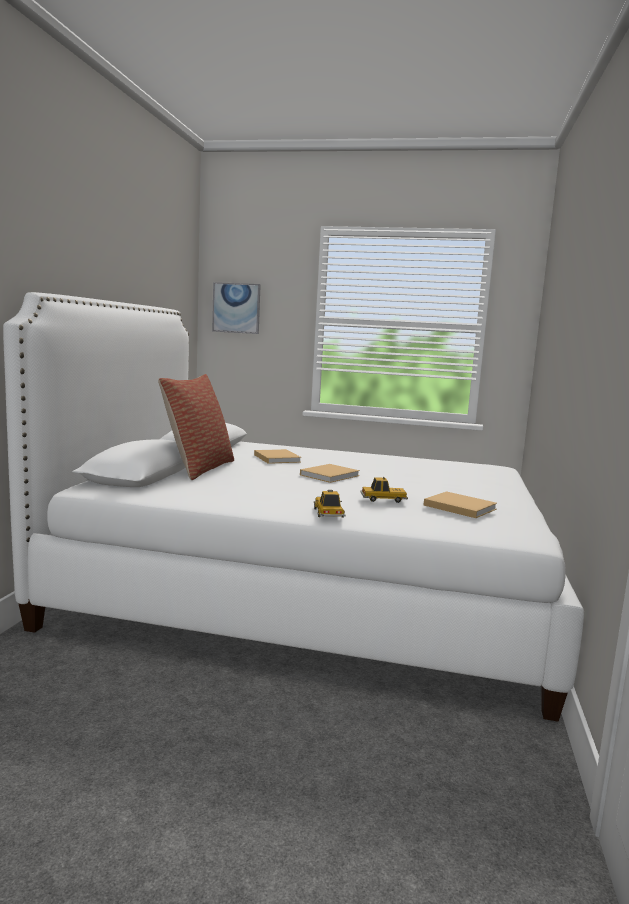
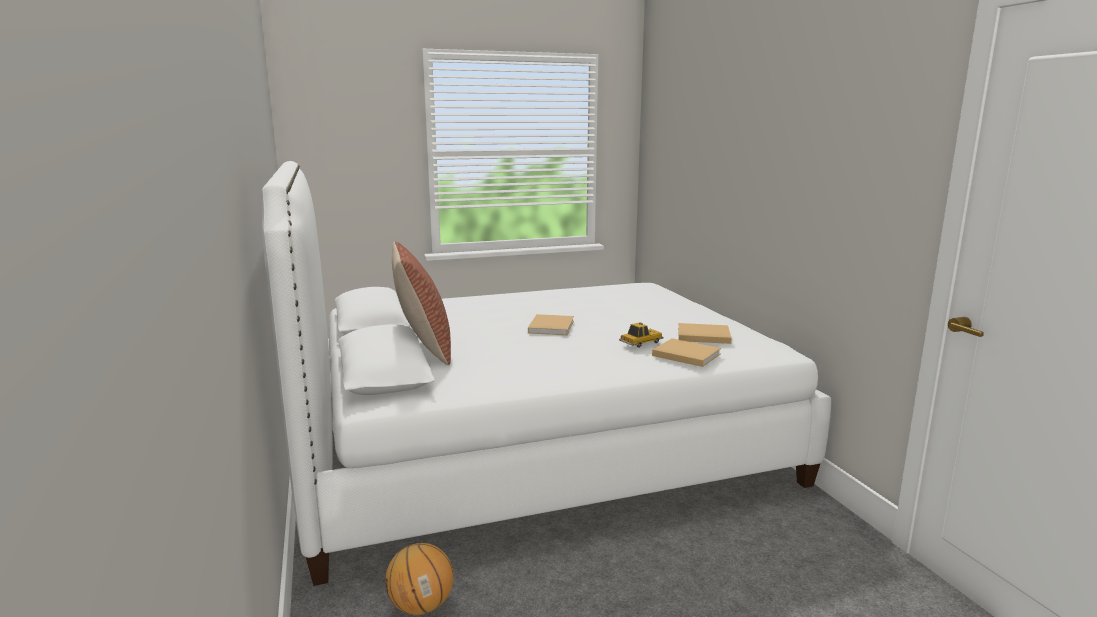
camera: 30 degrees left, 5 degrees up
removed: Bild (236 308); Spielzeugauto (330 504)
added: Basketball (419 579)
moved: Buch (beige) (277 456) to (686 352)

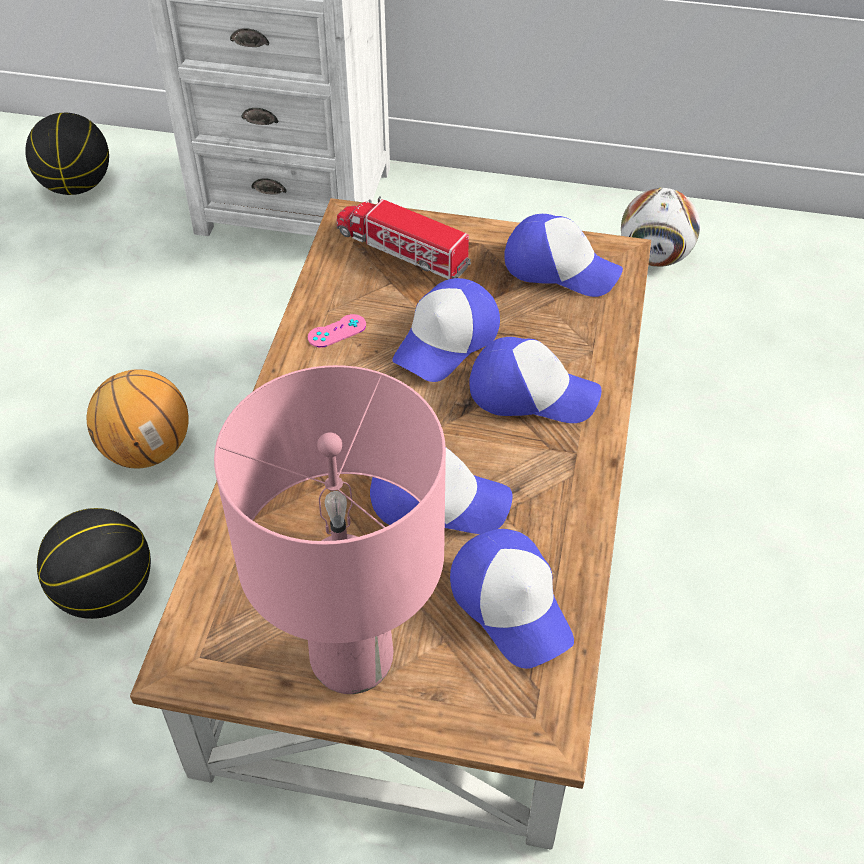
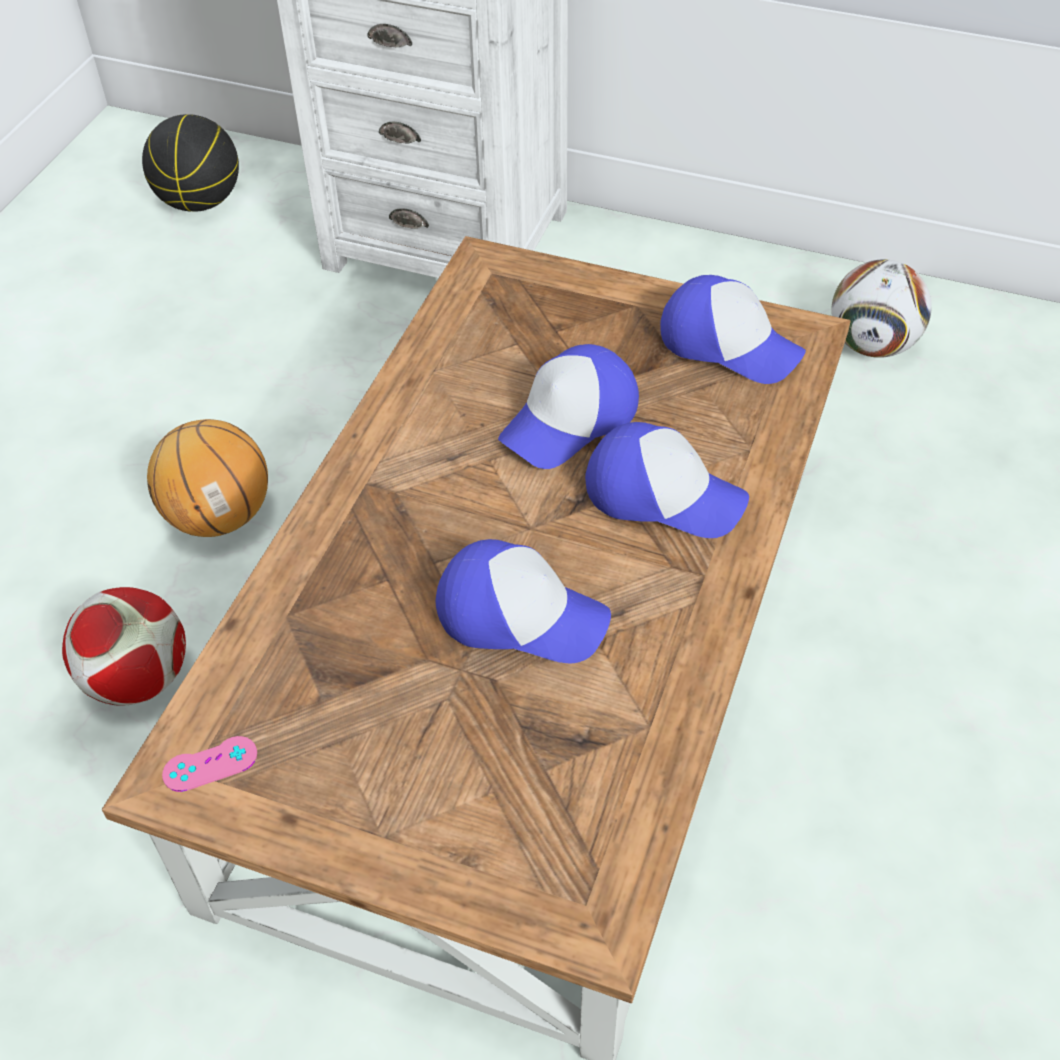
camera: 10 degrees right, 0 degrees up
removed: Tischlampe (rosa) (330 529); Spielzeuglaster (403 238); Kappe (512 599)
moved: Gamepad (rosa) (337 331) to (209 764)
replaced: Basketball (94 563) to Fußball (124 646)

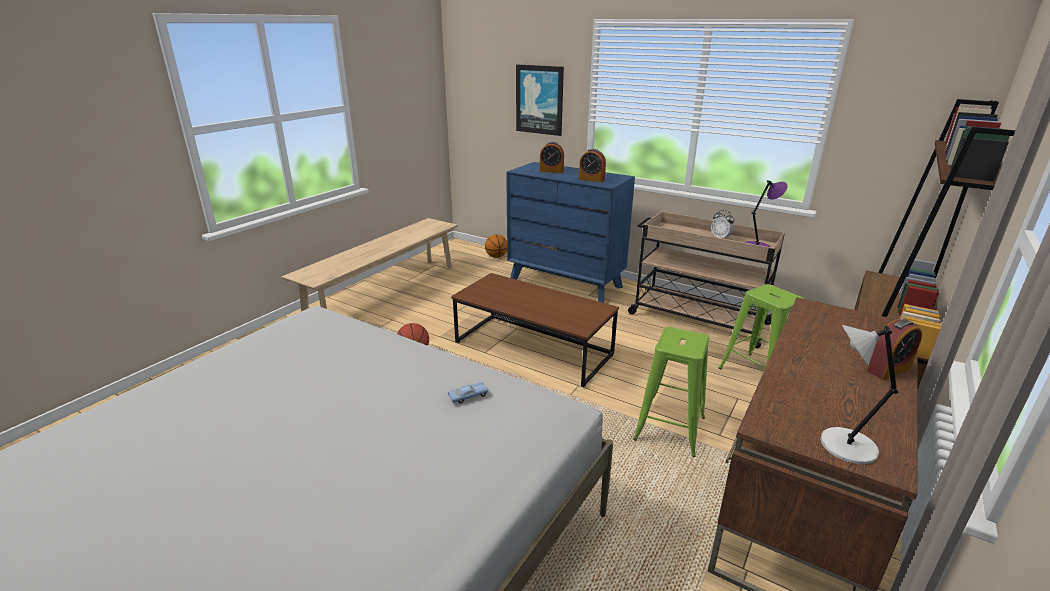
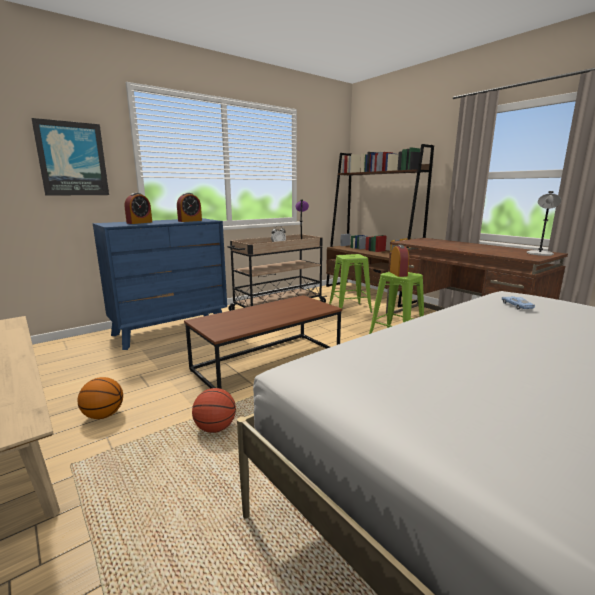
camera: 70 degrees left, 10 degrees down
moved: Basketball (496 246) to (100 398); Wecker (894 349) to (399 261)

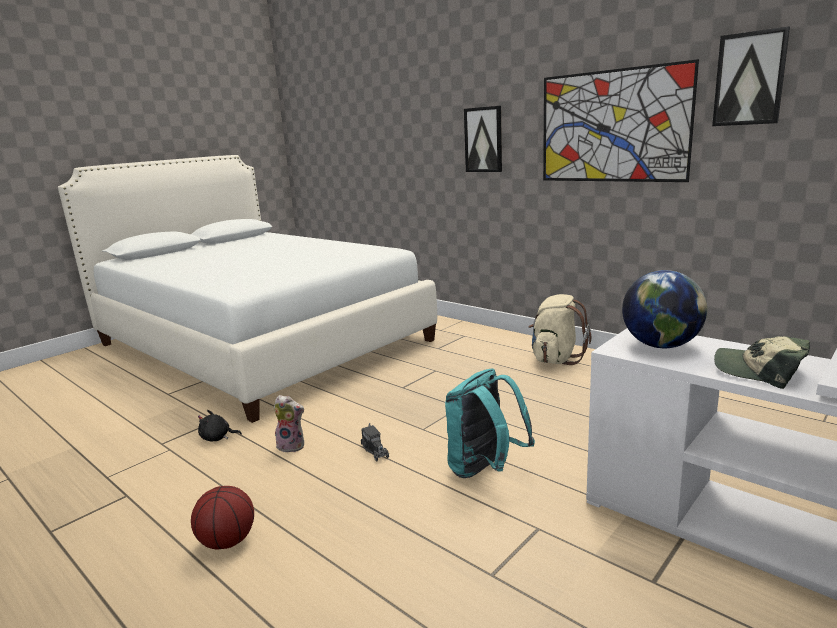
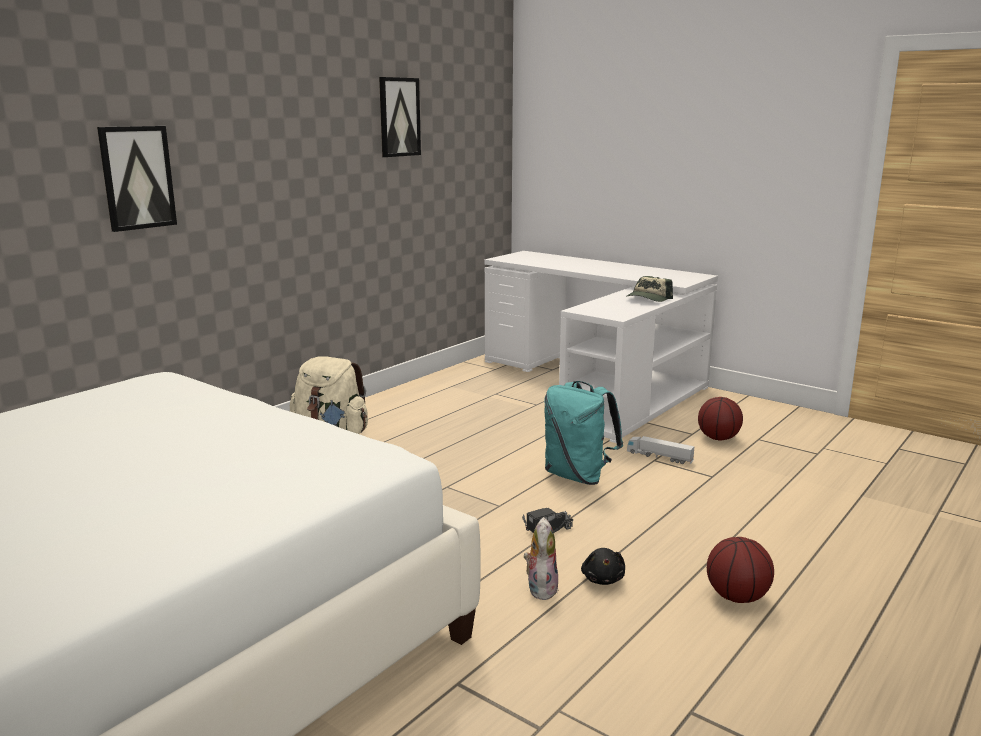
camera: 95 degrees left, 0 degrees up
removed: Bild (621 120); Globus (664 309)
added: Spielzeuglaster (661 450); Basketball (720 419)
moved: Plüschtier (schwarz) (220 426) to (603 566)

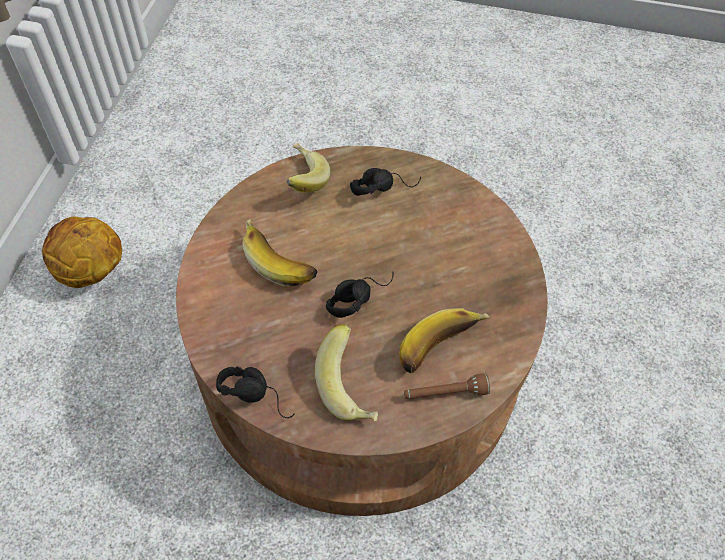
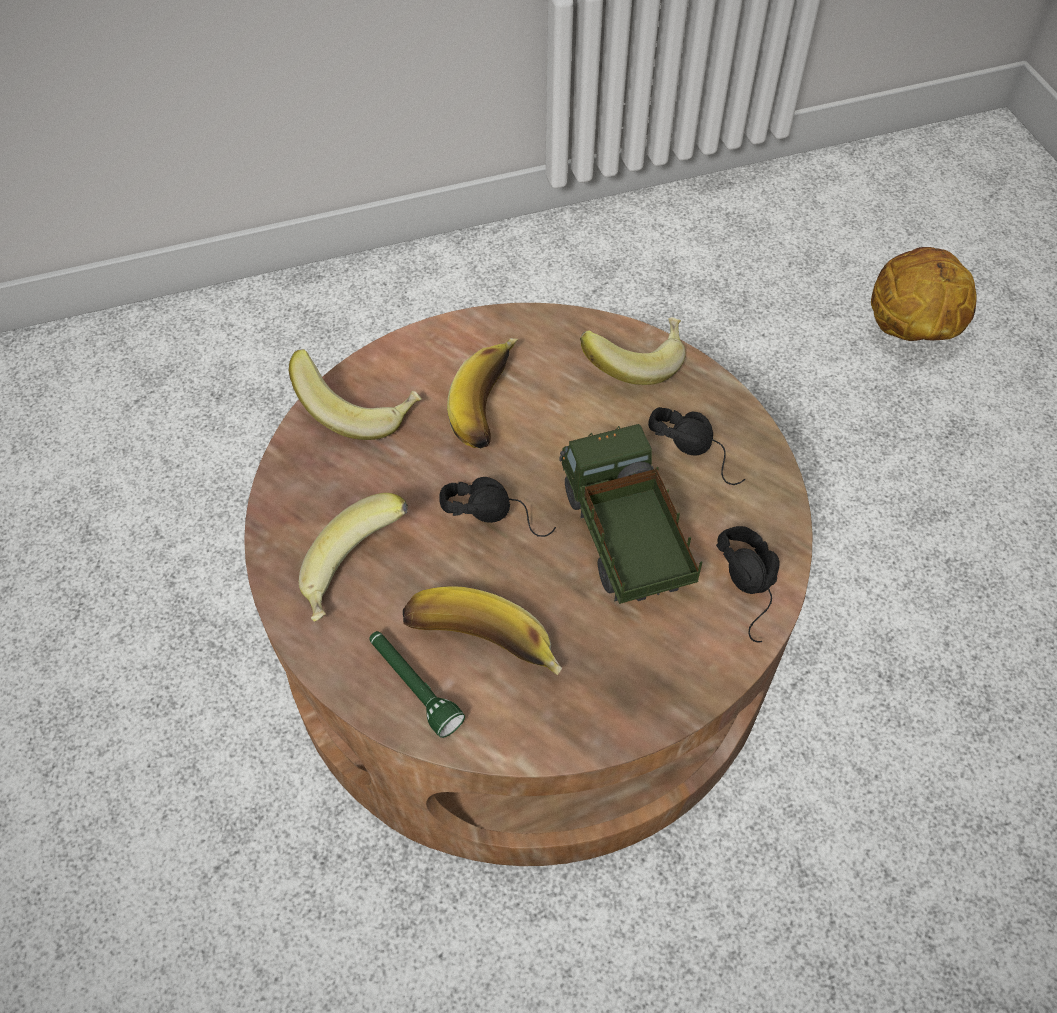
camera: 60 degrees right, 0 degrees up
added: Banane (355 394); Spielzeuglaster (631 514)
moved: Kopfhörer (schwarz) (255 392) to (748 584); Basketball (82 252) to (923 294)
recoloured: Taschenlampe (braun) (447 386) to Taschenlampe (grün) (417 684)

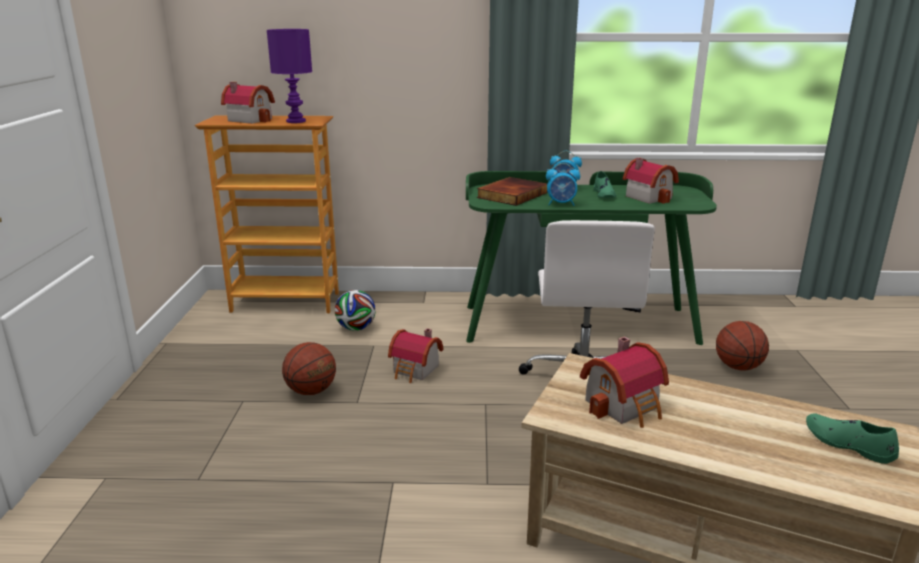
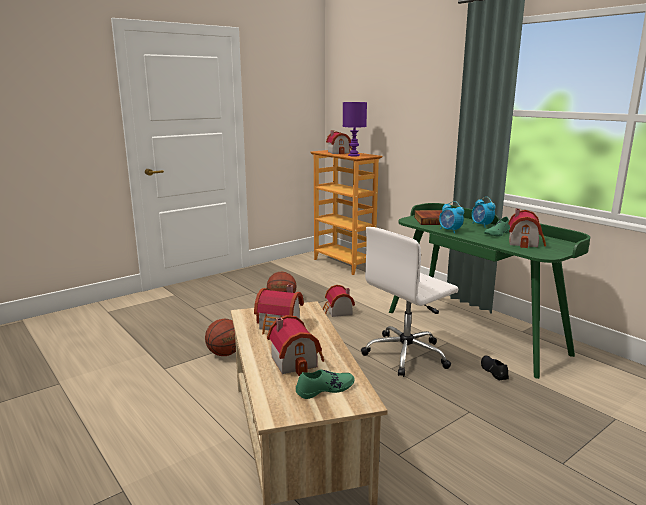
camera: 50 degrees right, 5 degrees down
removed: Fußball (355 310)
added: Spielzeughaus (295 345); Schuh (schwarz) (495 368)
moved: Basketball (742 346) to (220 337)
turned: Schuh (grün) (852 438) = (325 384) 60 degrees clockwise

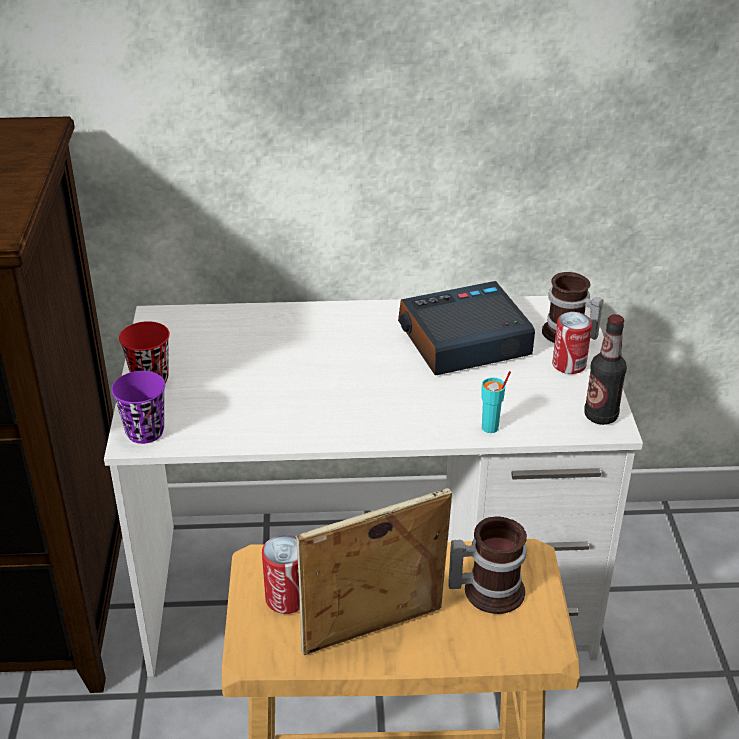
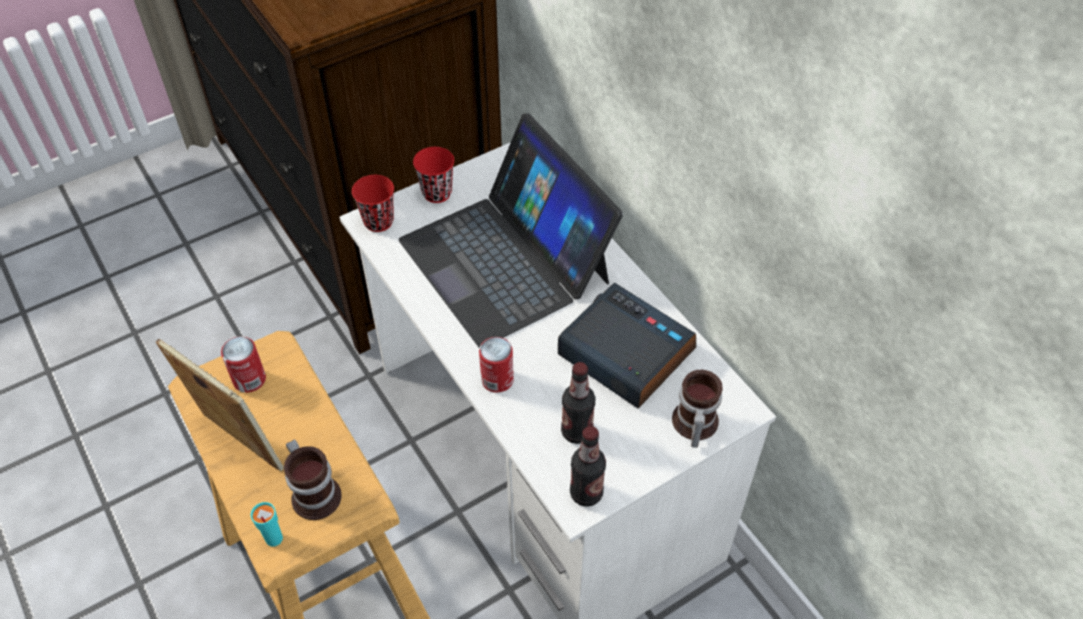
camera: 60 degrees right, 15 degrees up
added: Laptop (511 230); Flasche (578 403)
moved: Tasse (türkis) (496 402) to (267 524); Dose (572 343) to (496 365)
recoloured: Tasse (lila) (138 407) to Tasse (rot) (373 203)

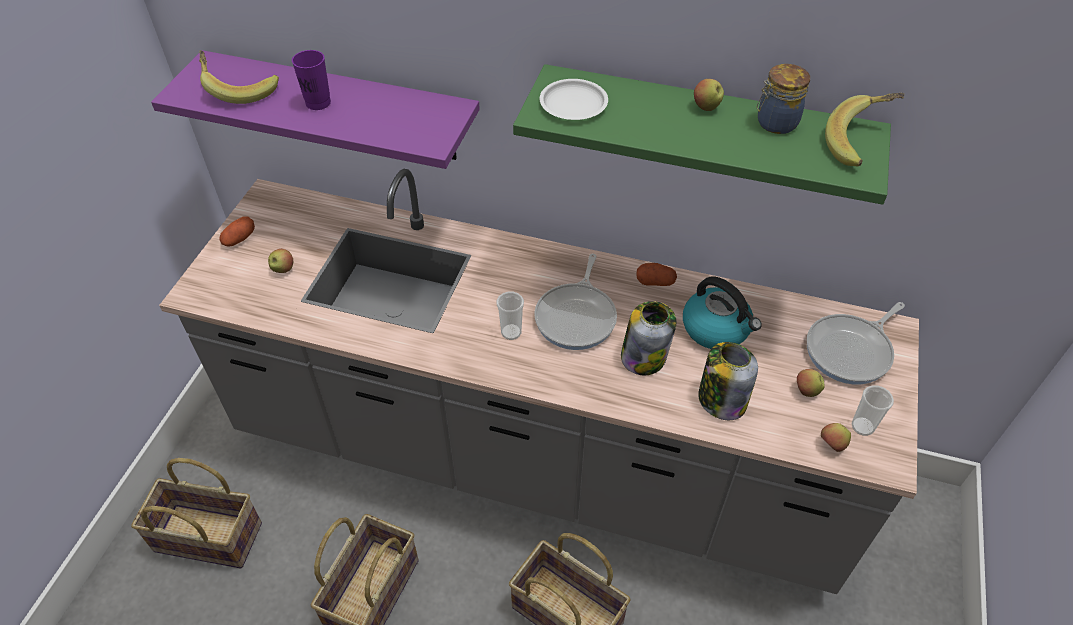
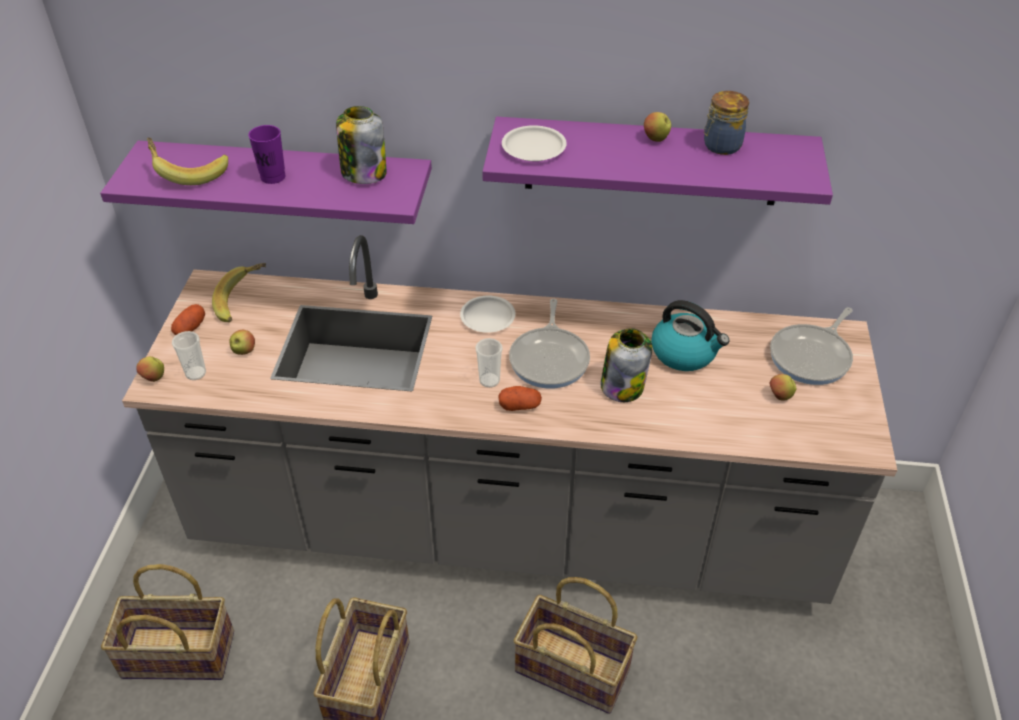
camera: 10 degrees left, 5 degrees down
added: Teller (weiß) (488 314)
moved: Apfel (836 437) to (150 369); Tasse (873 410) to (189 355); Banane (864 129) to (239 292); Vorratsglas (728 381) to (361 145); Kartoffel (657 274) to (520 398)
recoloured: Wandregal (grün) (702 134) to Wandregal (lila) (657 161)

